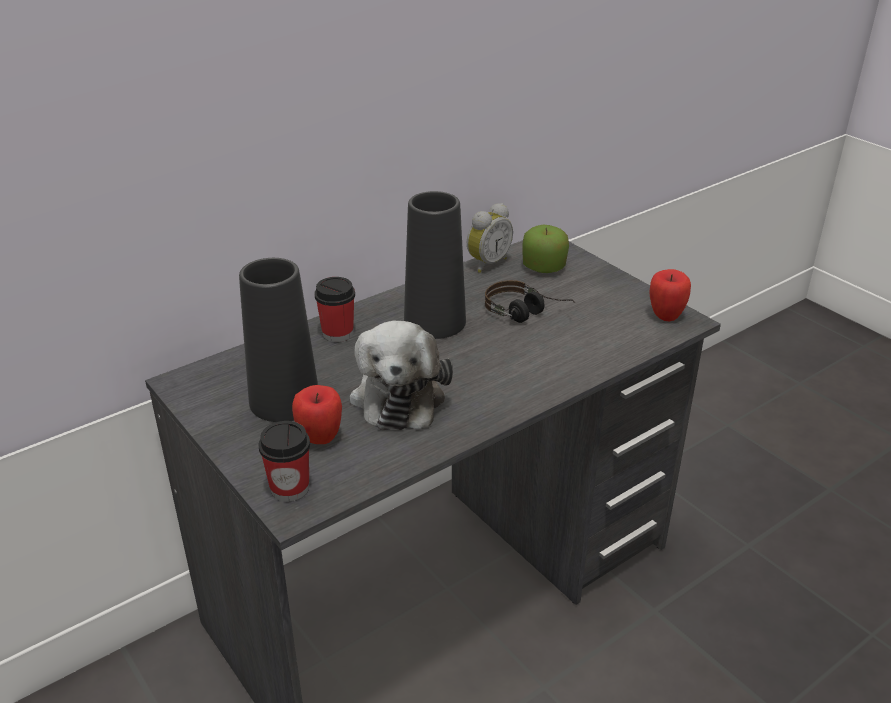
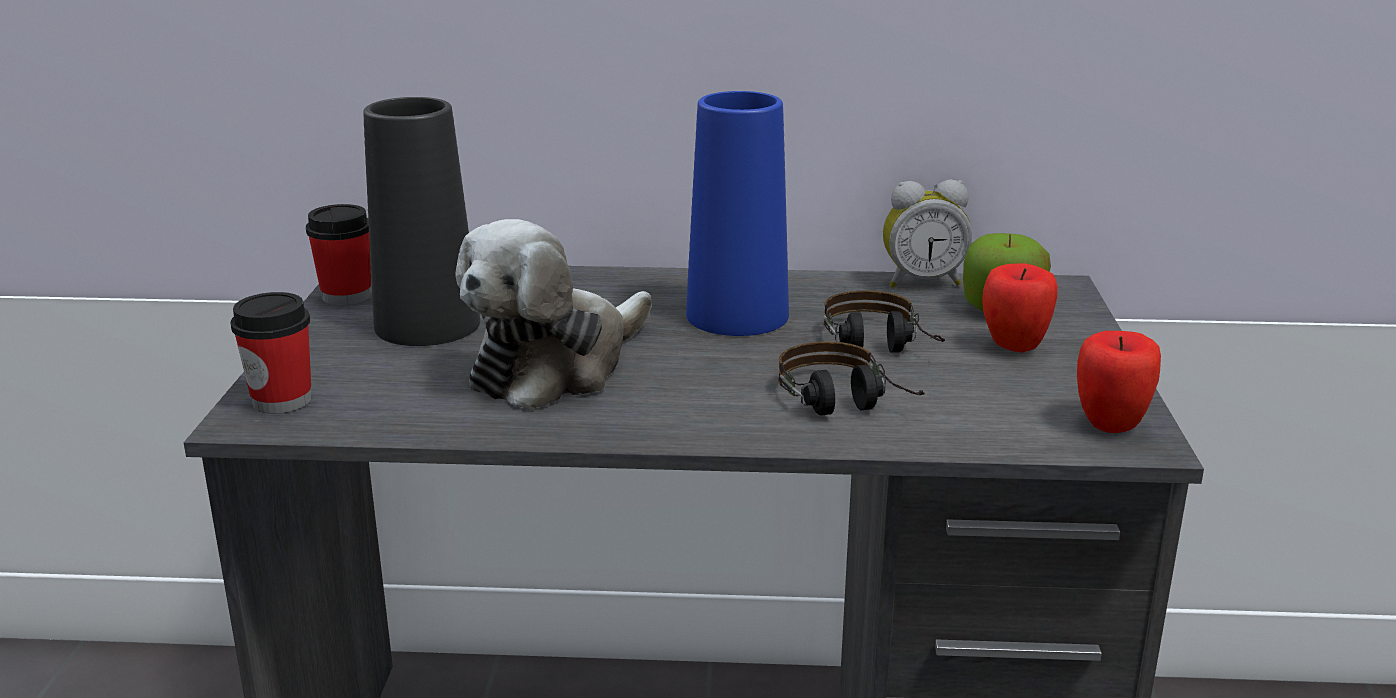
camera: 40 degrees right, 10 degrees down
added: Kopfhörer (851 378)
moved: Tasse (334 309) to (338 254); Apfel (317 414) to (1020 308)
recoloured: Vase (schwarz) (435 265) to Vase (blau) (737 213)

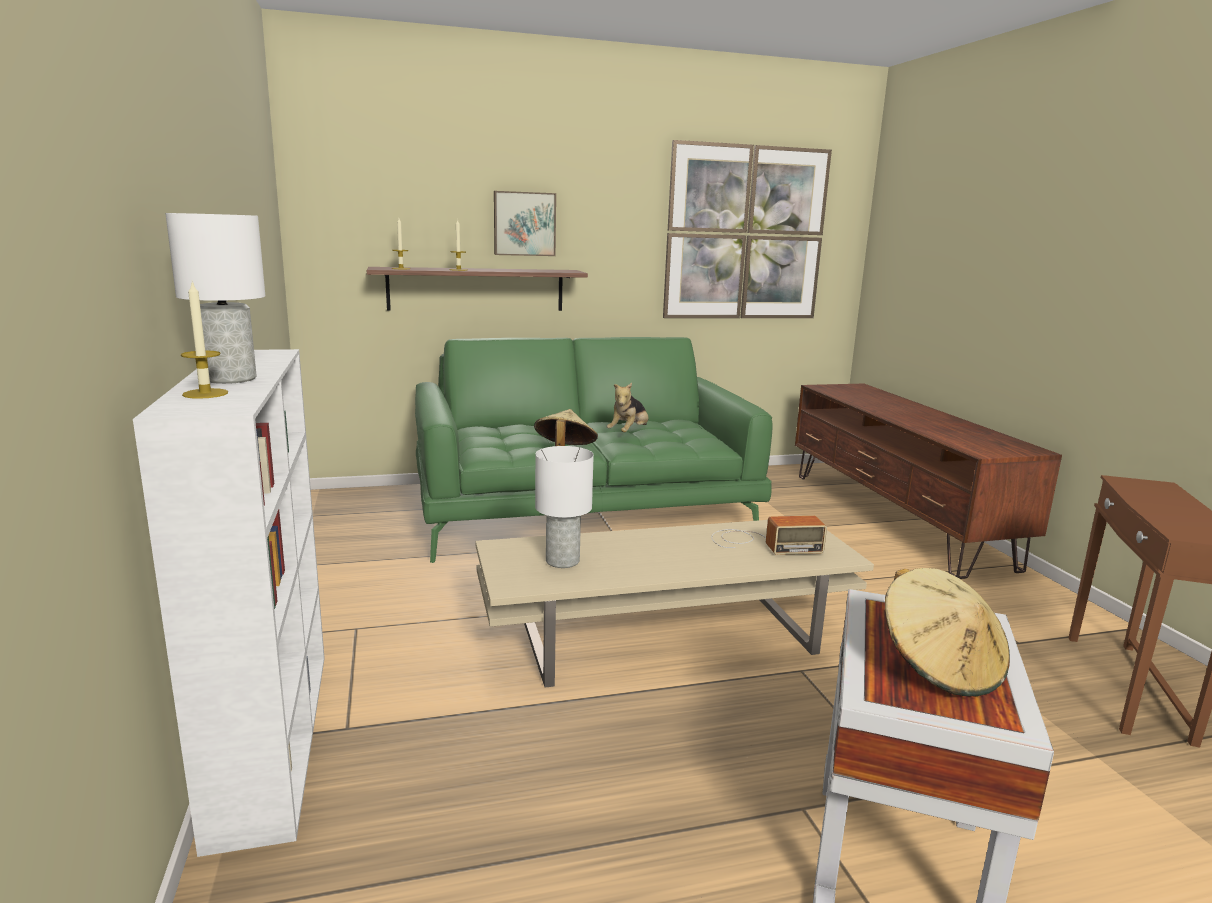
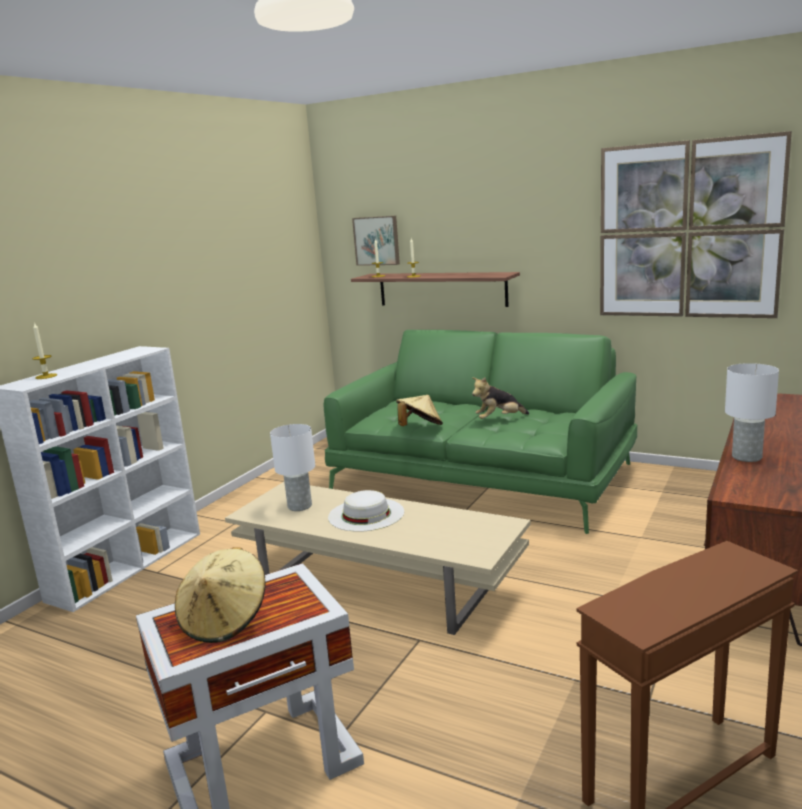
camera: 45 degrees right, 0 degrees up
removed: Radio (769 535)
added: Hut (weiß) (366 511)
moved: Bild (525 223) to (376 241); Tischlampe (weiß) (215 298) to (752 412)

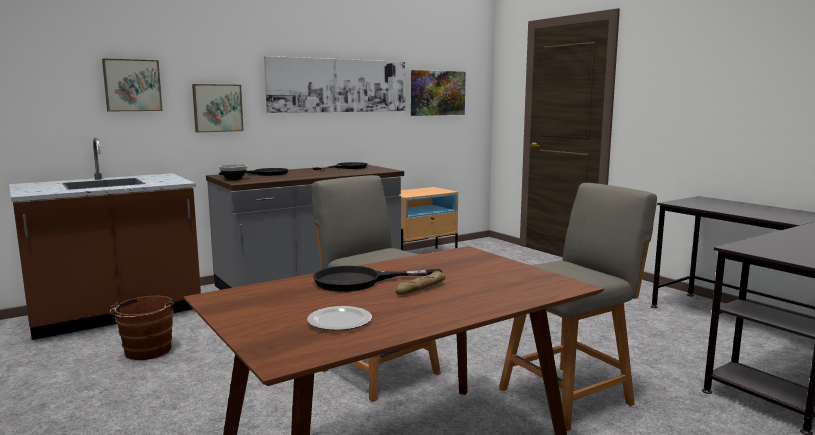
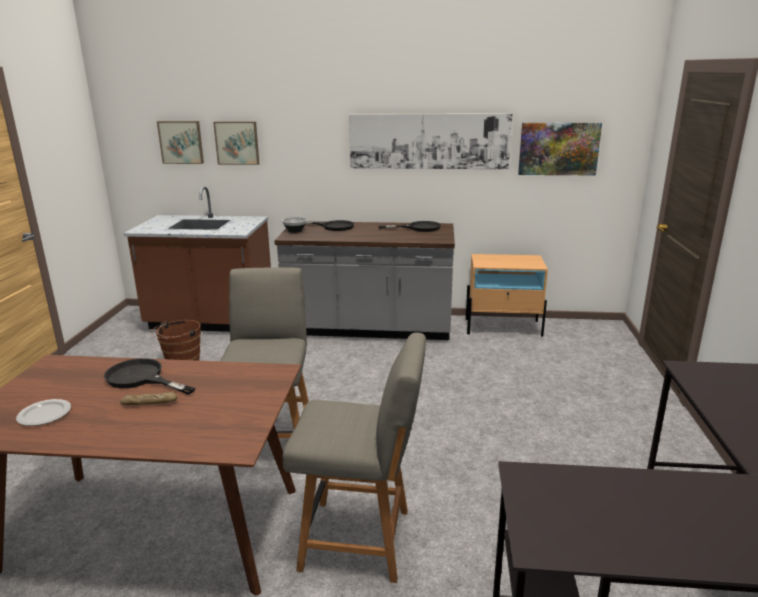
camera: 40 degrees right, 10 degrees up
moved: Bild (218 108) to (180 142)

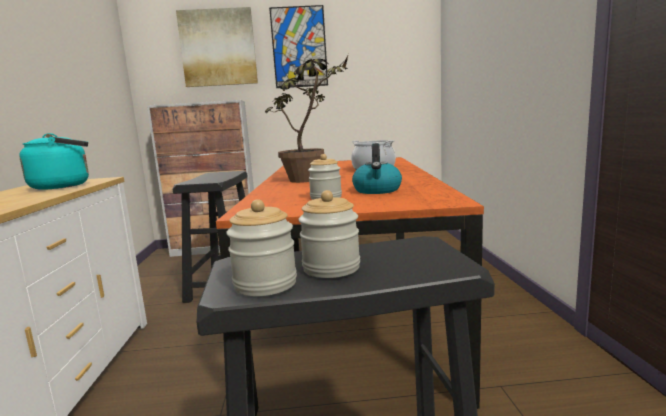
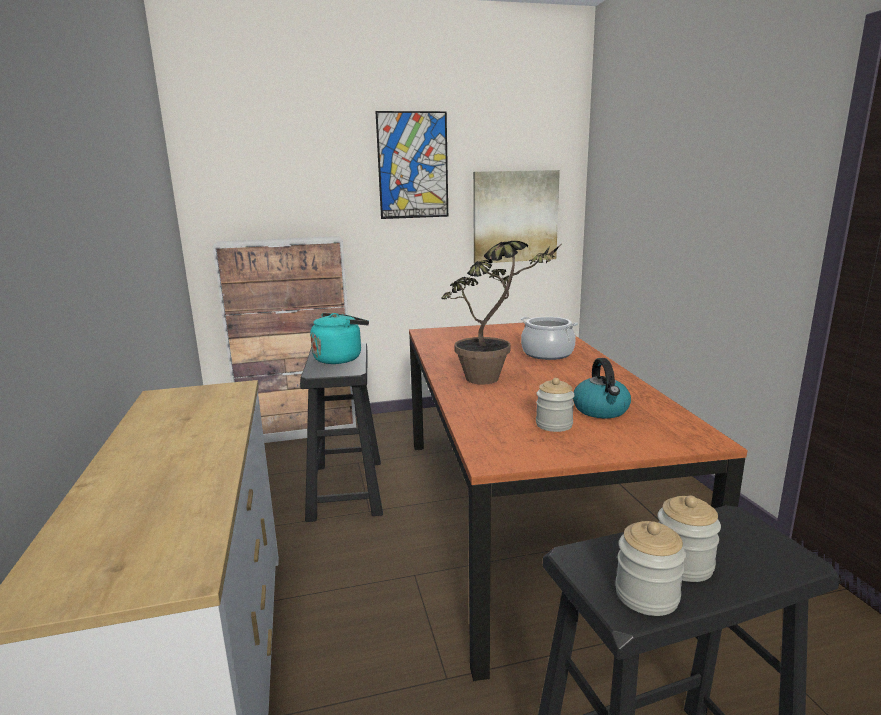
camera: 10 degrees left, 5 degrees up
moved: Wasserkessel (türkis) (54 161) to (339 338); Bild (217 47) to (516 216)

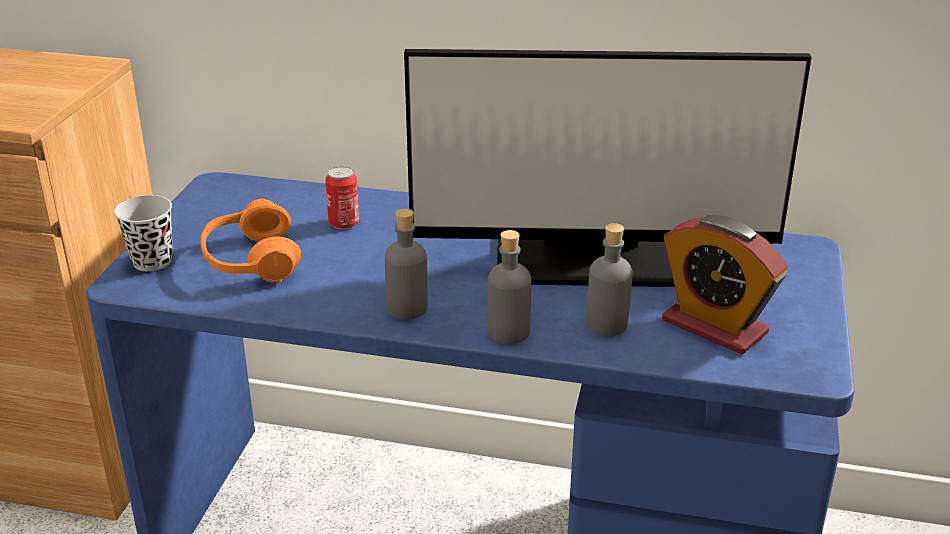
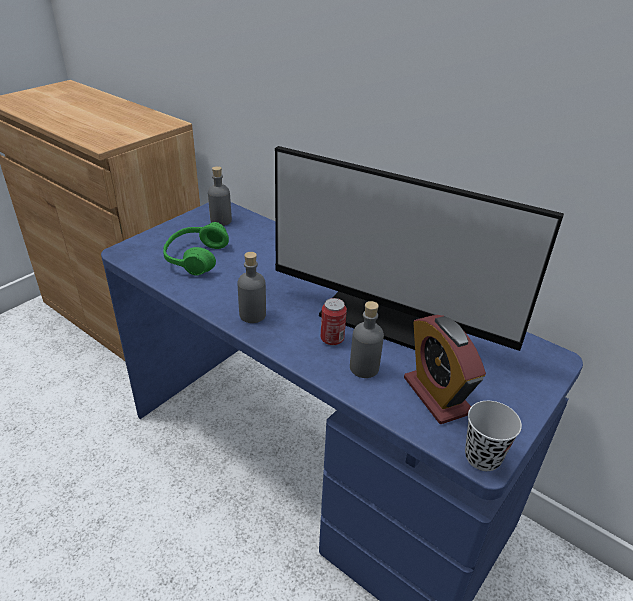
camera: 25 degrees right, 5 degrees up
moved: Flasche (grau) (509 287) to (220 196); Dose (342 197) to (334 322); Tasse (schwarz) (143 233) to (493 436)
recoloured: Kopfhörer (orange) (251 241) to Kopfhörer (grün) (196 249)

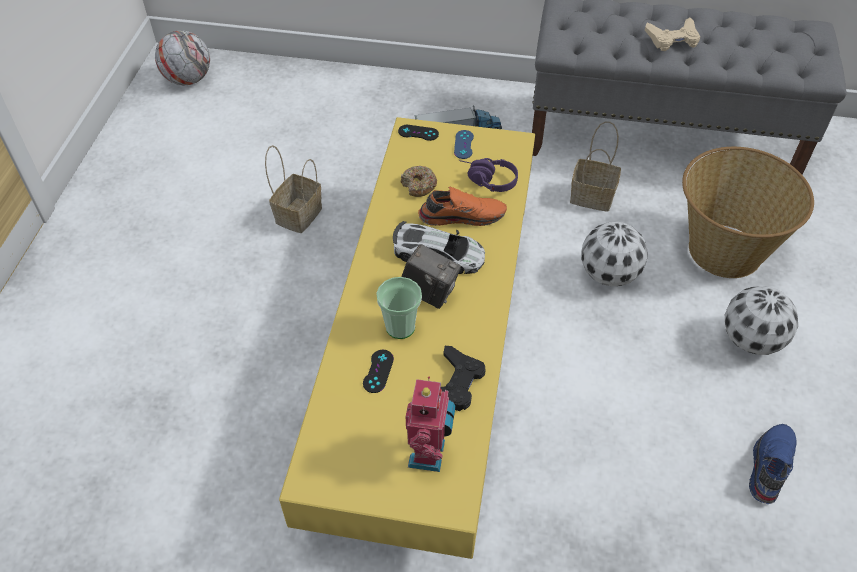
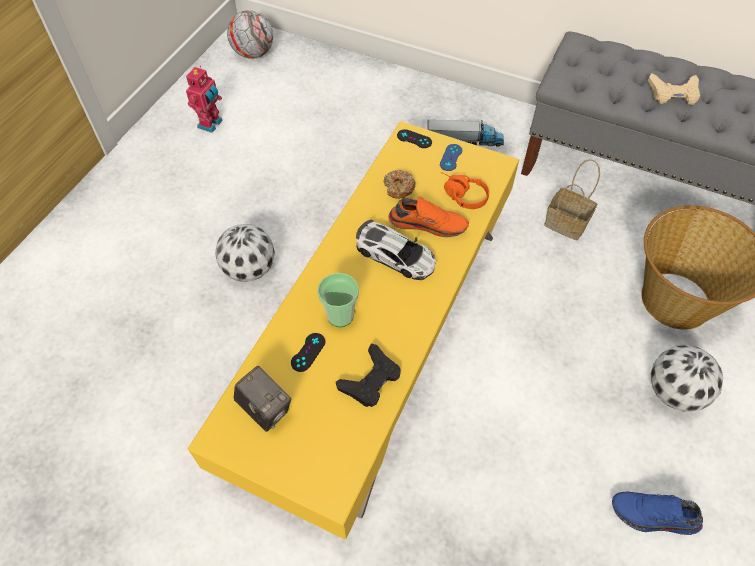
camera: 15 degrees right, 5 degrees up
removed: Korb (293 189)
moved: Spielzeugroboter (431 424) to (204 99); Fußball (614 254) to (245 253); Kamera (431 276) to (262 399)
recoloured: Kopfhörer (lila) (489 175) to Kopfhörer (orange) (464 190)
turned: Schuh (blau) (773 464) = (657 513) 120 degrees counterclockwise

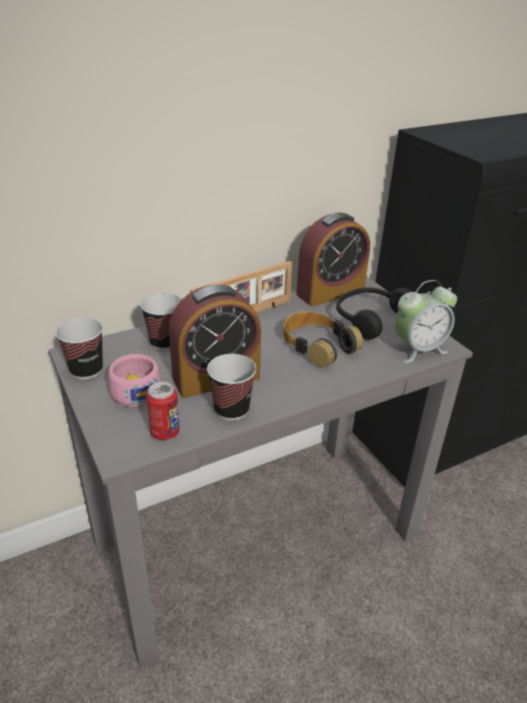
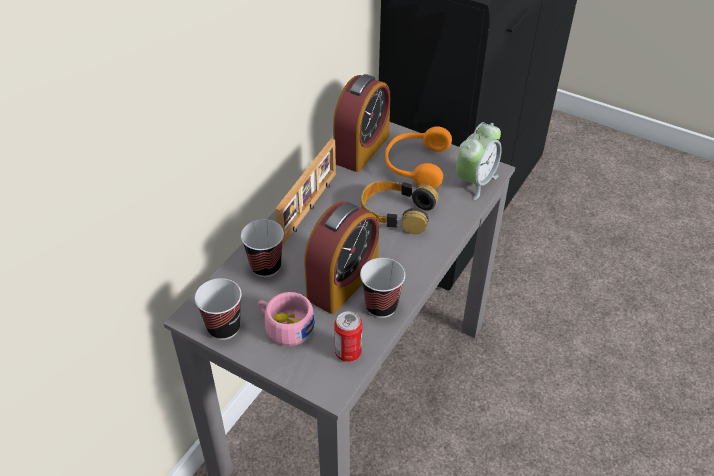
camera: 30 degrees left, 10 degrees up
recoloured: Kopfhörer (schwarz) (374 313) to Kopfhörer (orange) (418 157)

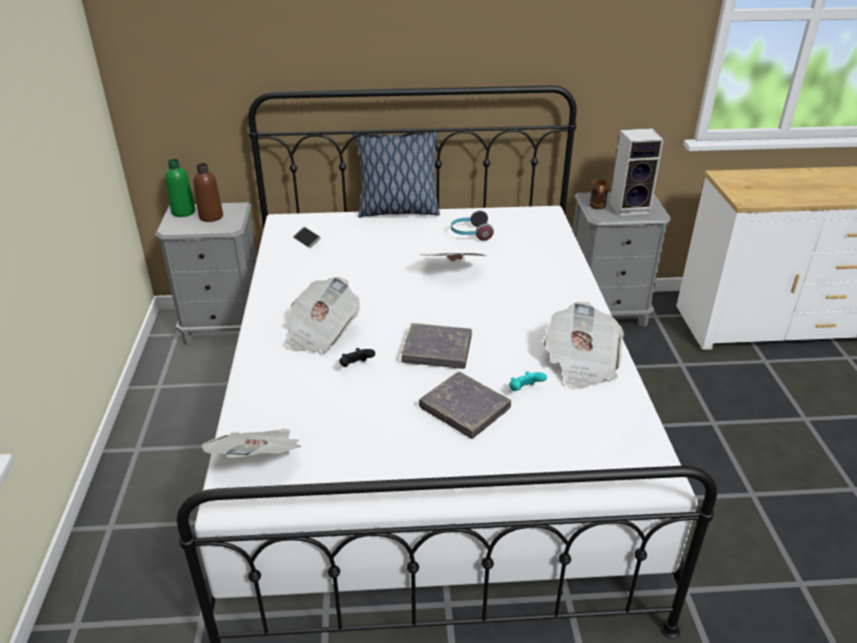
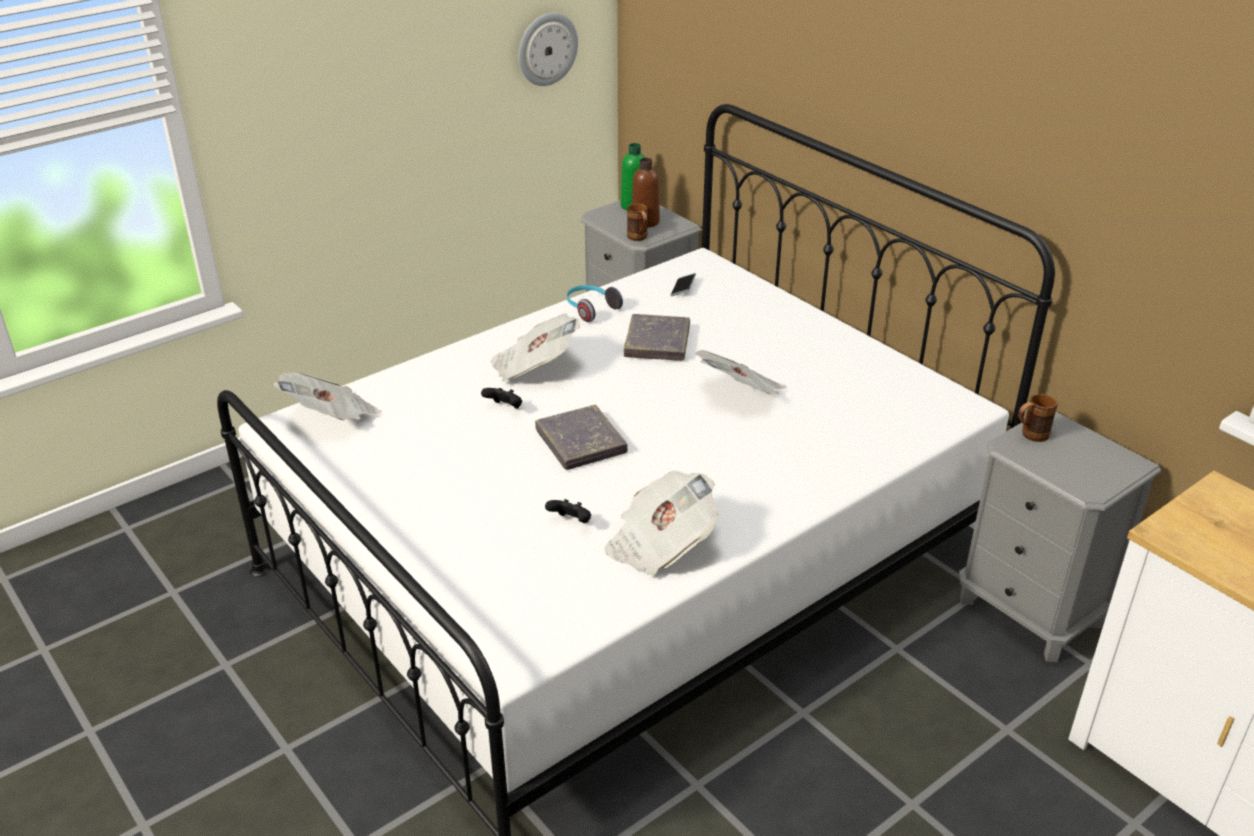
camera: 55 degrees right, 0 degrees up
removed: Kissen (396 175); Lautsprecher (637 172)
added: Wanduhr (548 49); Henkelbecher (braun) (637 222)
moved: Kopfhörer (472 226) to (595 303); Buch (grau) (465 405) to (657 337)
recoloured: Gamepad (türkis) (528 381) to Gamepad (schwarz) (568 511)

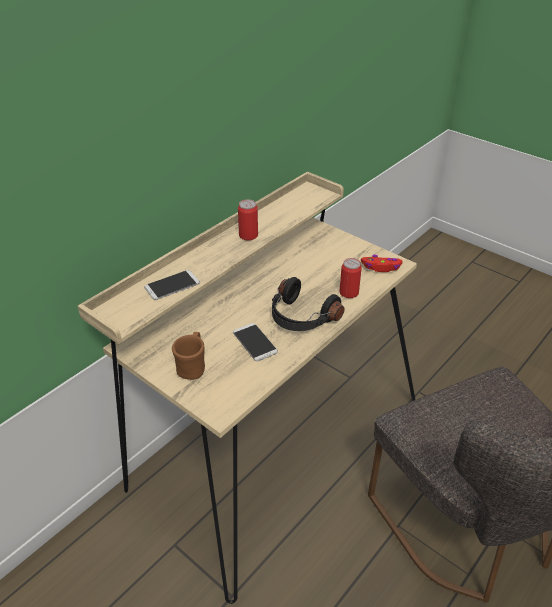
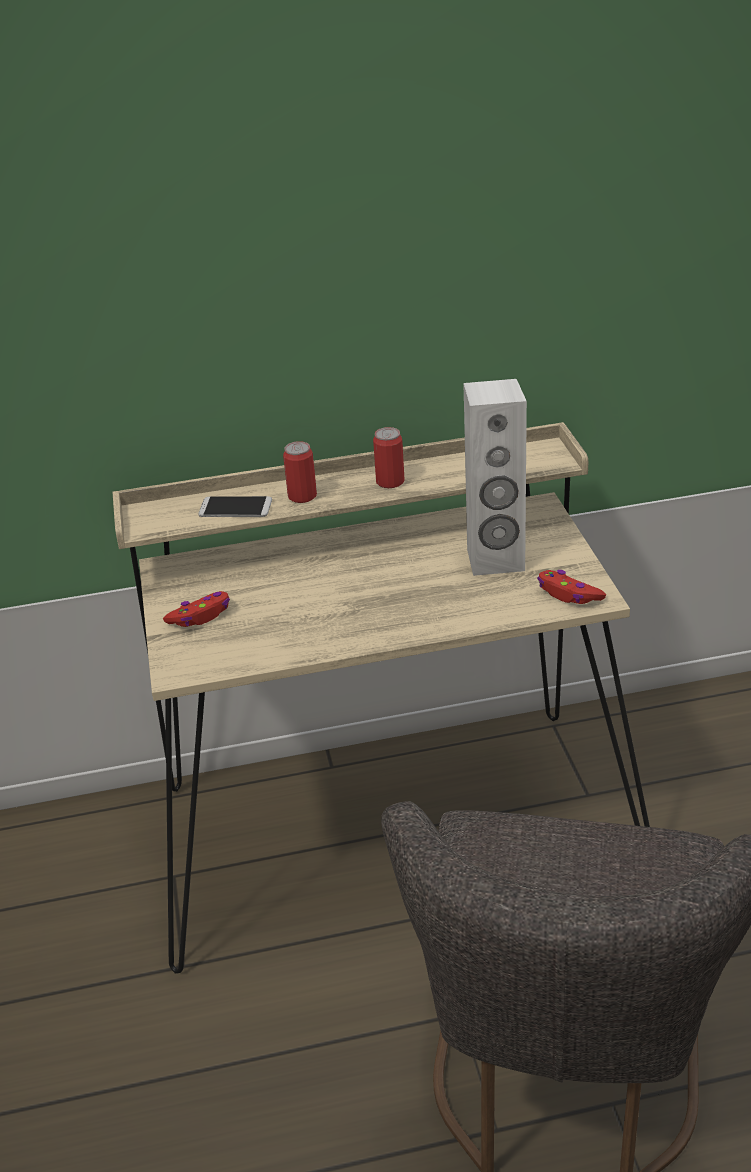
camera: 40 degrees right, 5 degrees down
removed: Handy (255 342); Kopfhörer (schwarz) (308 304)
added: Lautsprecher (weiß) (495 477)
moved: Dose (350 278) to (300 472)
replaced: Henkelbecher (braun) (188 356) to Gamepad (rot) (196 609)

